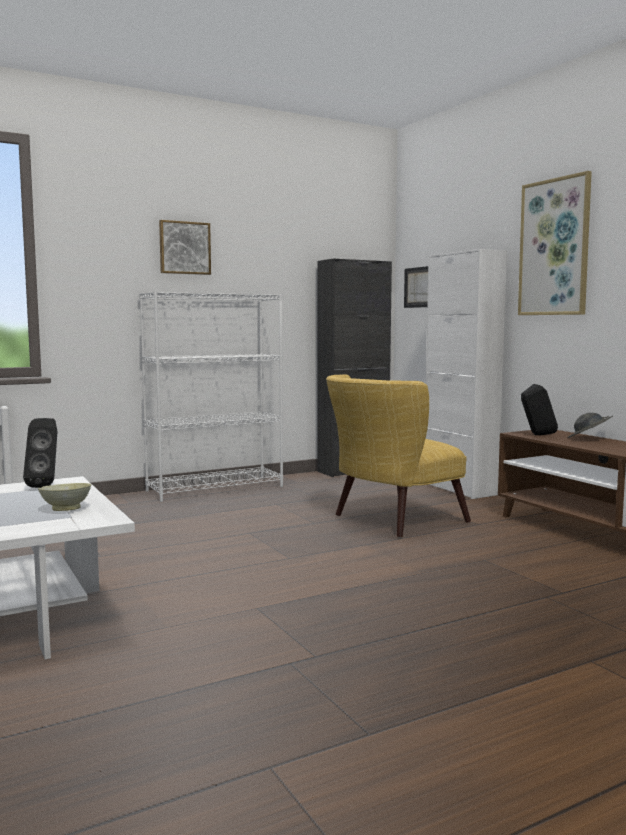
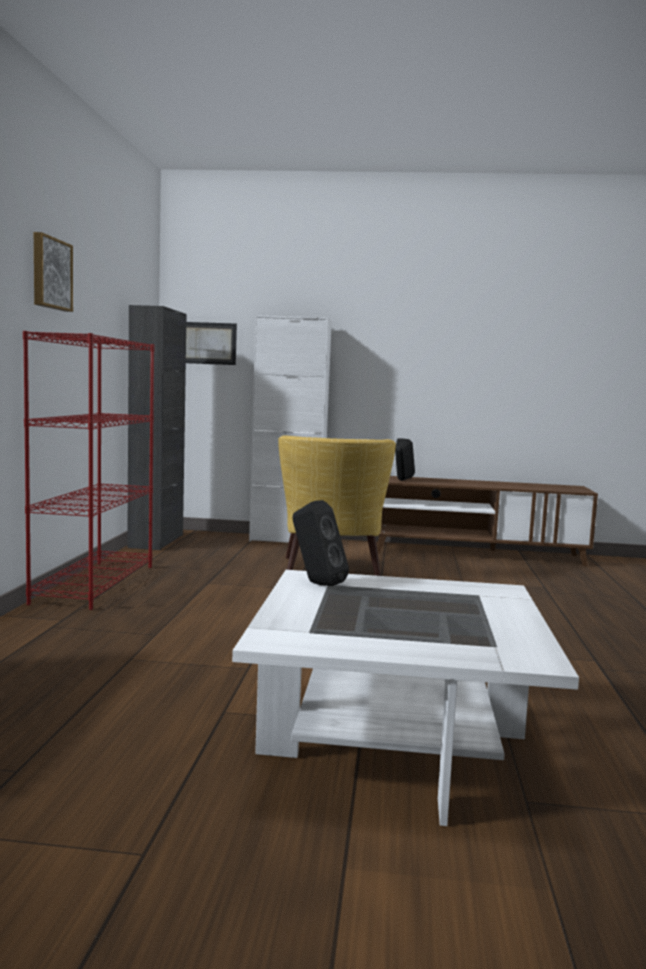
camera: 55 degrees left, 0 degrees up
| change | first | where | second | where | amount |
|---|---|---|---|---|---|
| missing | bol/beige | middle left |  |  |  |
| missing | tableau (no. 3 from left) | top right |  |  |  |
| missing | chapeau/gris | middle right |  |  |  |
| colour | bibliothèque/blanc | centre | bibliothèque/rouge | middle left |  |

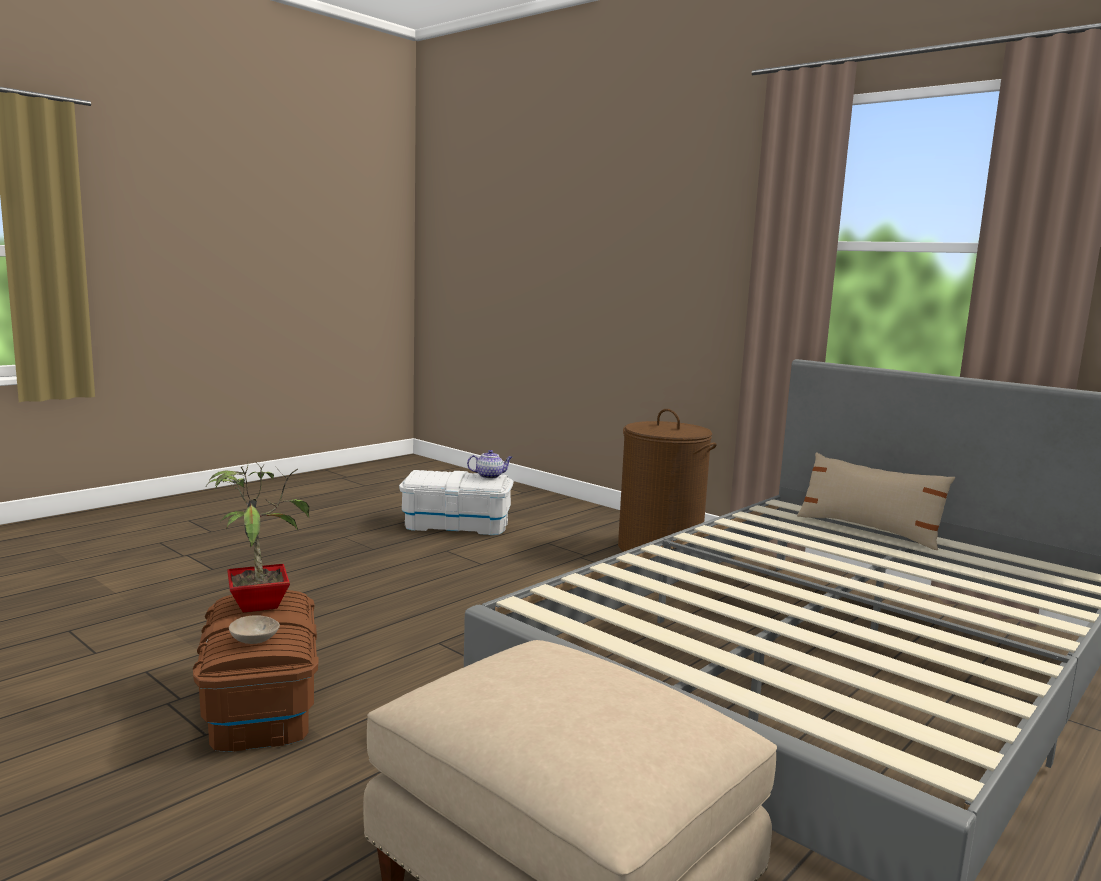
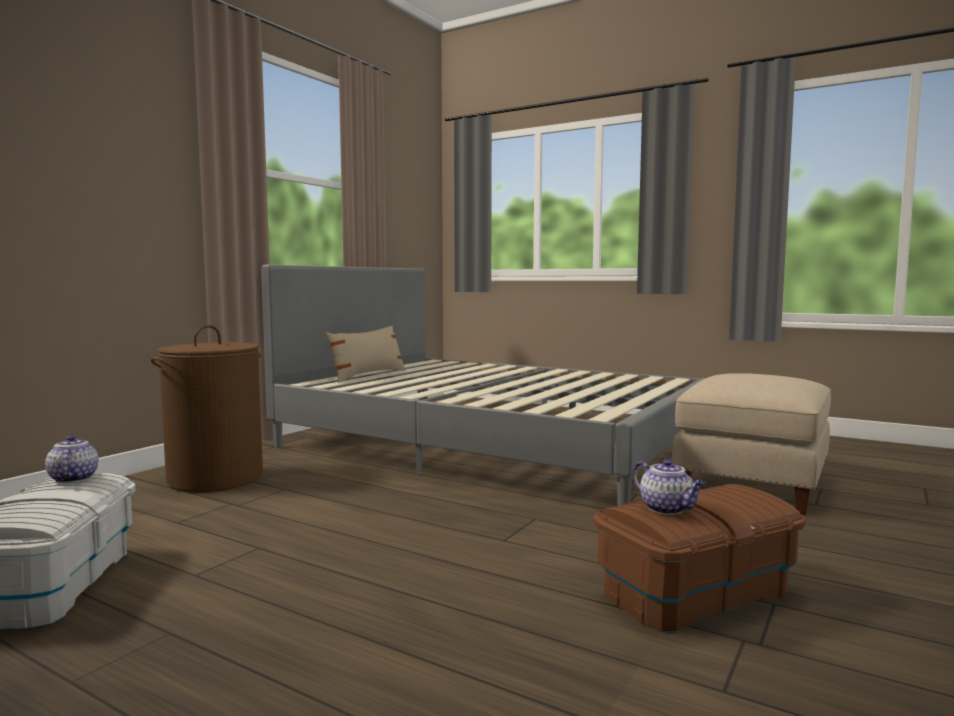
camera: 100 degrees left, 5 degrees down
| change | first | where | second | where | amount |
|---|---|---|---|---|---|
| missing | bol/beige | bottom left |  |  |  |
| exchanged | plante en pot | middle left | théière (no. 2 from left) | bottom right |  |

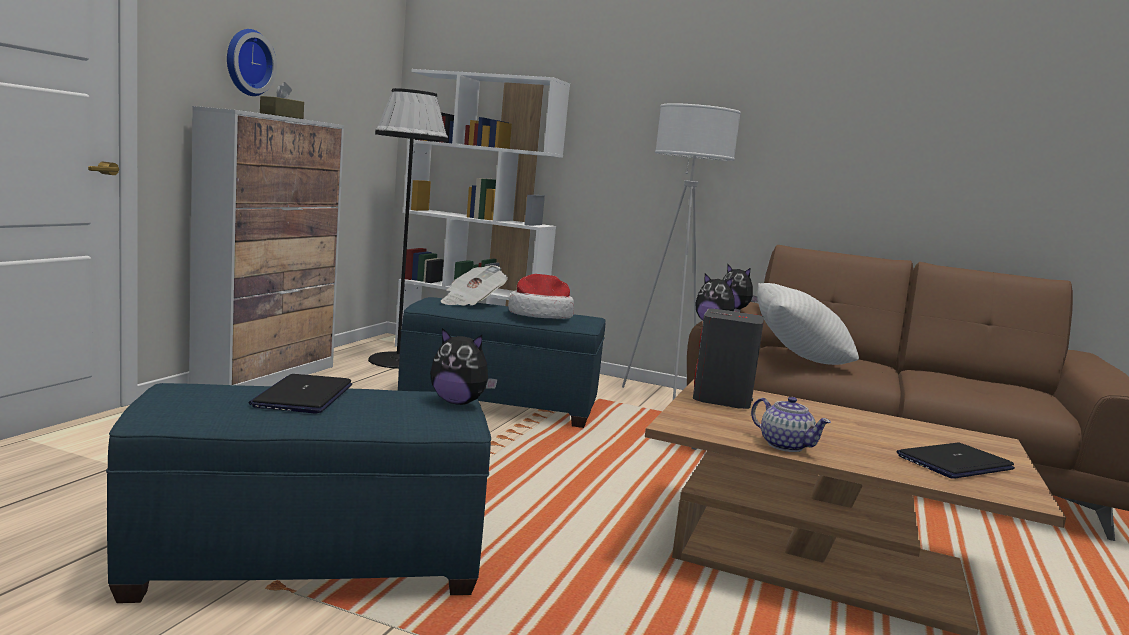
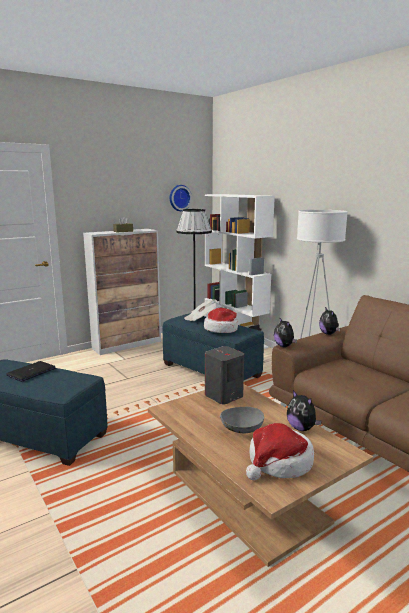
camera: 35 degrees right, 5 degrees up
| change | first | where | second | where | amount |
|---|---|---|---|---|---|
| missing | théière | bottom right |  |  |  |
| missing | coussin/blanc | middle right |  |  |  |
| appeared |  |  | bol/gris | bottom centre |  |
| relocated | horloge murale | top left |  | top centre |  |
| relocated | peluche (no. 1 from left in the first image) | centre | peluche (no. 2 from left) | bottom right |  |
| exchanged | ordinateur portable (no. 2 from left) | bottom right | chapeau (no. 2 from left) | bottom right |  |

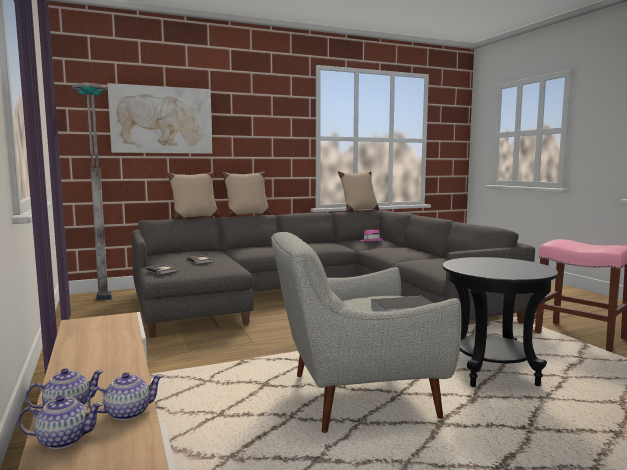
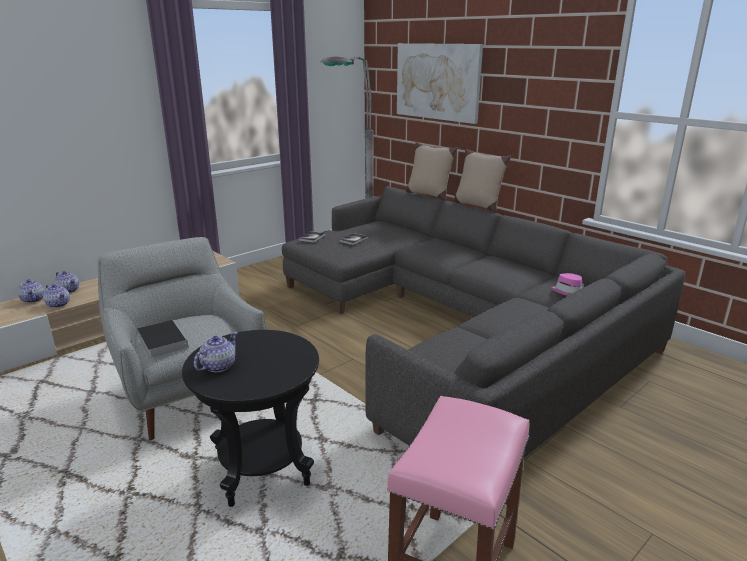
camera: 70 degrees right, 15 degrees up
| change | first | where | second | where | amount |
|---|---|---|---|---|---|
| missing | coussin/beige (no. 3 from left) | centre |  |  |  |
| appeared |  |  | théière (no. 4 from left) | middle left |  |

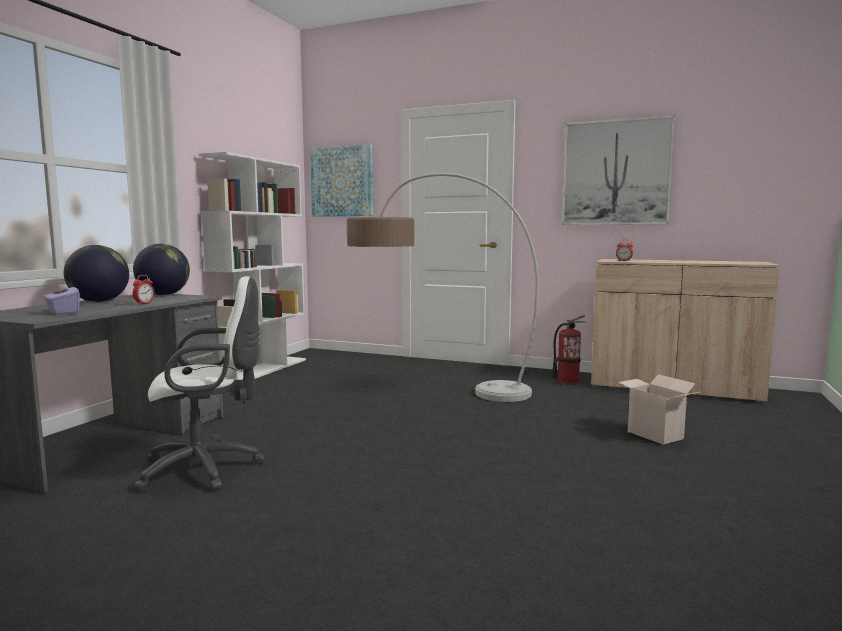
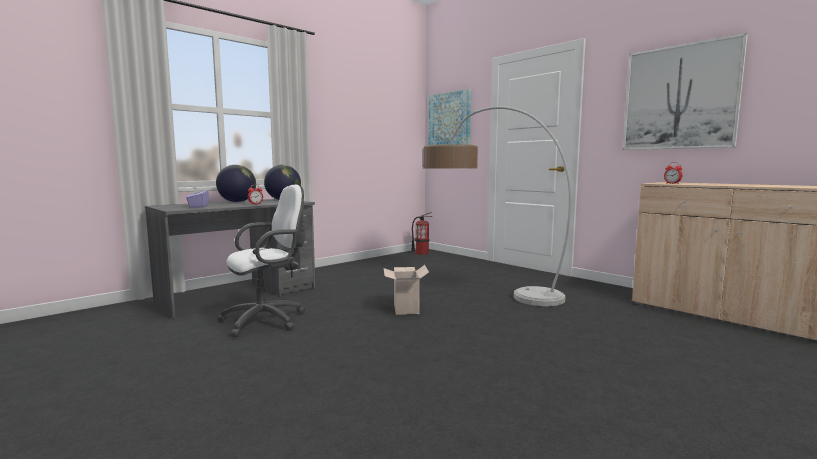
camera: 25 degrees right, 0 degrees up
| change | first | where | second | where | amount |
|---|---|---|---|---|---|
| missing | bibliothèque/blanc | middle left |  |  |  |
| relocated | extincteur | middle right |  | centre |  |
| relocated | carton | middle right |  | centre |  |
| spun | chaise de bureau/blanc | middle left |  | middle left | 45 degrees counterclockwise |

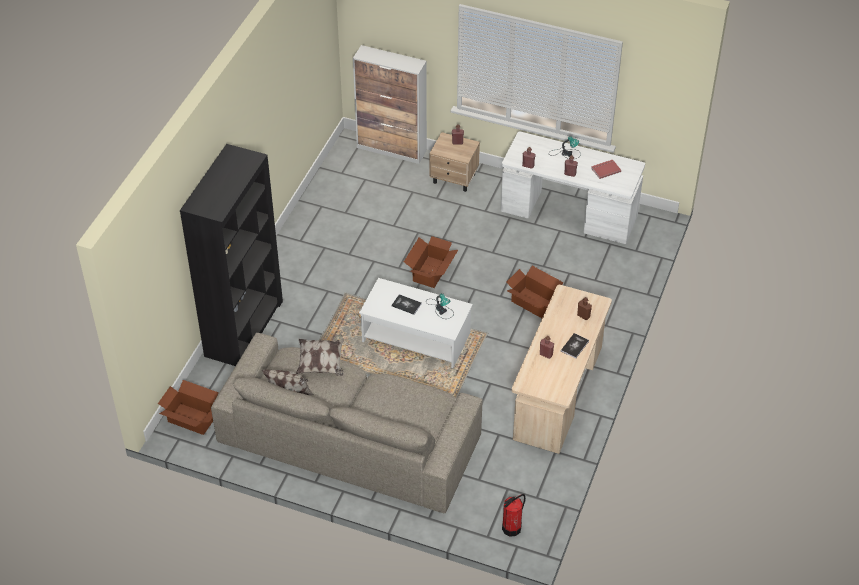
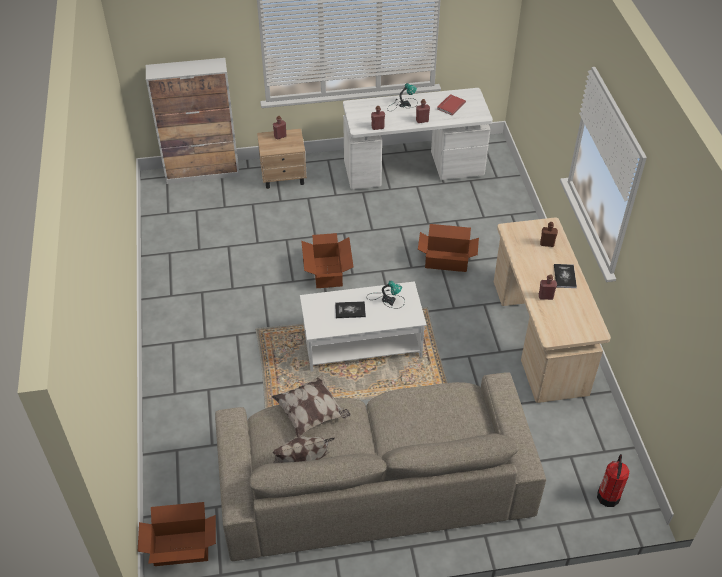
camera: 30 degrees left, 0 degrees up
| change | first | where | second | where | amount |
|---|---|---|---|---|---|
| missing | bibliothèque/noir | middle left |  |  |  |

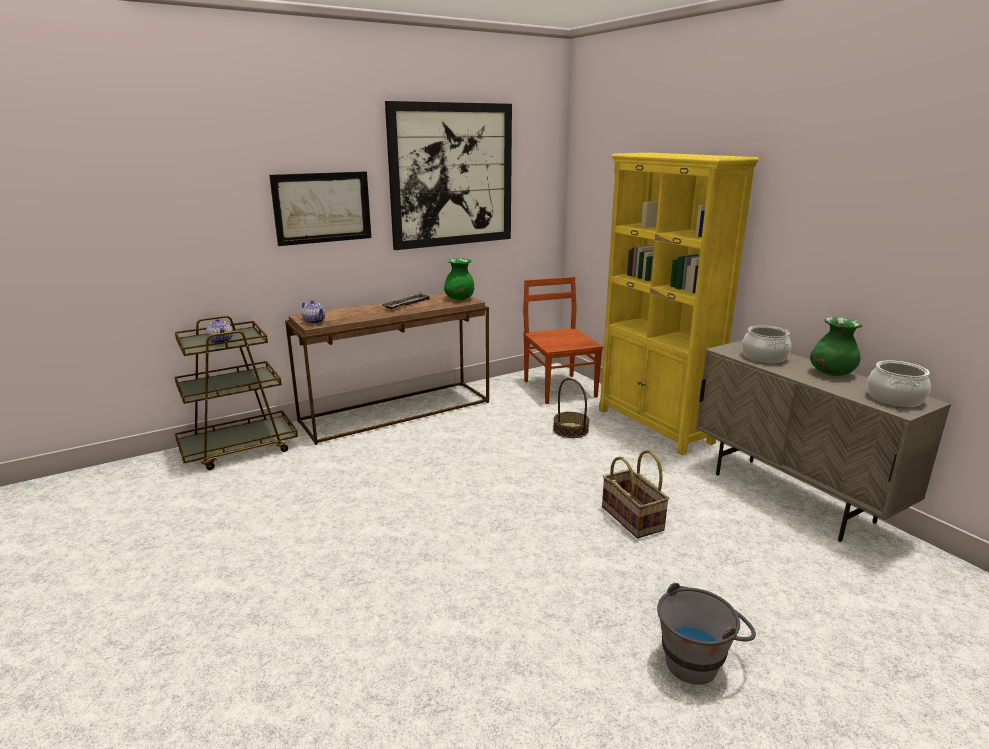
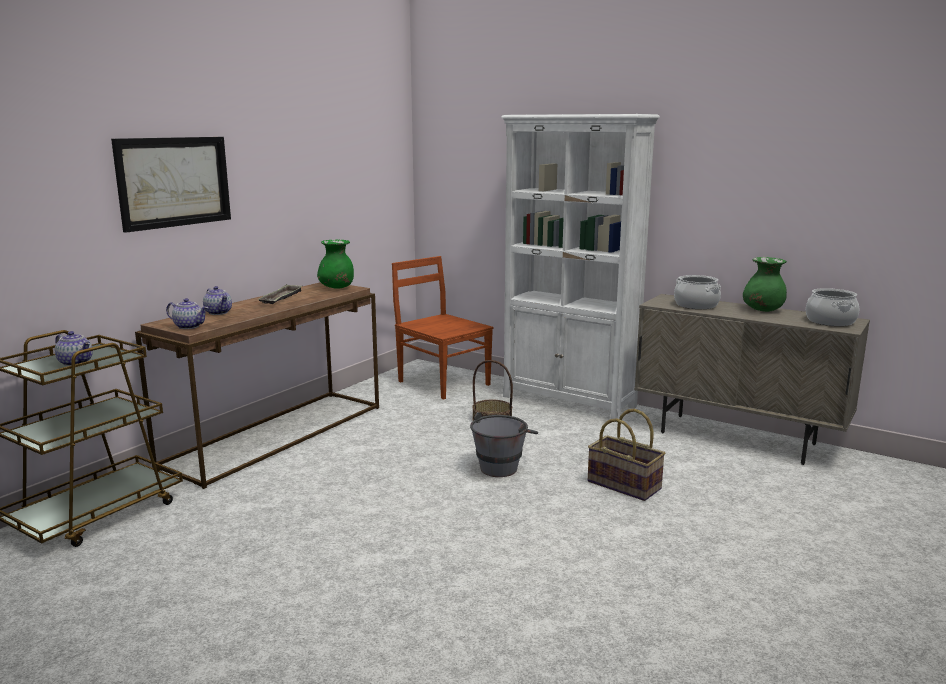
camera: 25 degrees left, 5 degrees down
| change | first | where | second | where | amount |
|---|---|---|---|---|---|
| missing | tableau (no. 2 from left) | top centre |  |  |  |
| appeared |  |  | théière (no. 3 from left) | middle left |  |
| relocated | seau/gris | bottom right |  | centre |  |
| colour | bibliothèque/jaune | middle right | bibliothèque/blanc | centre |  |

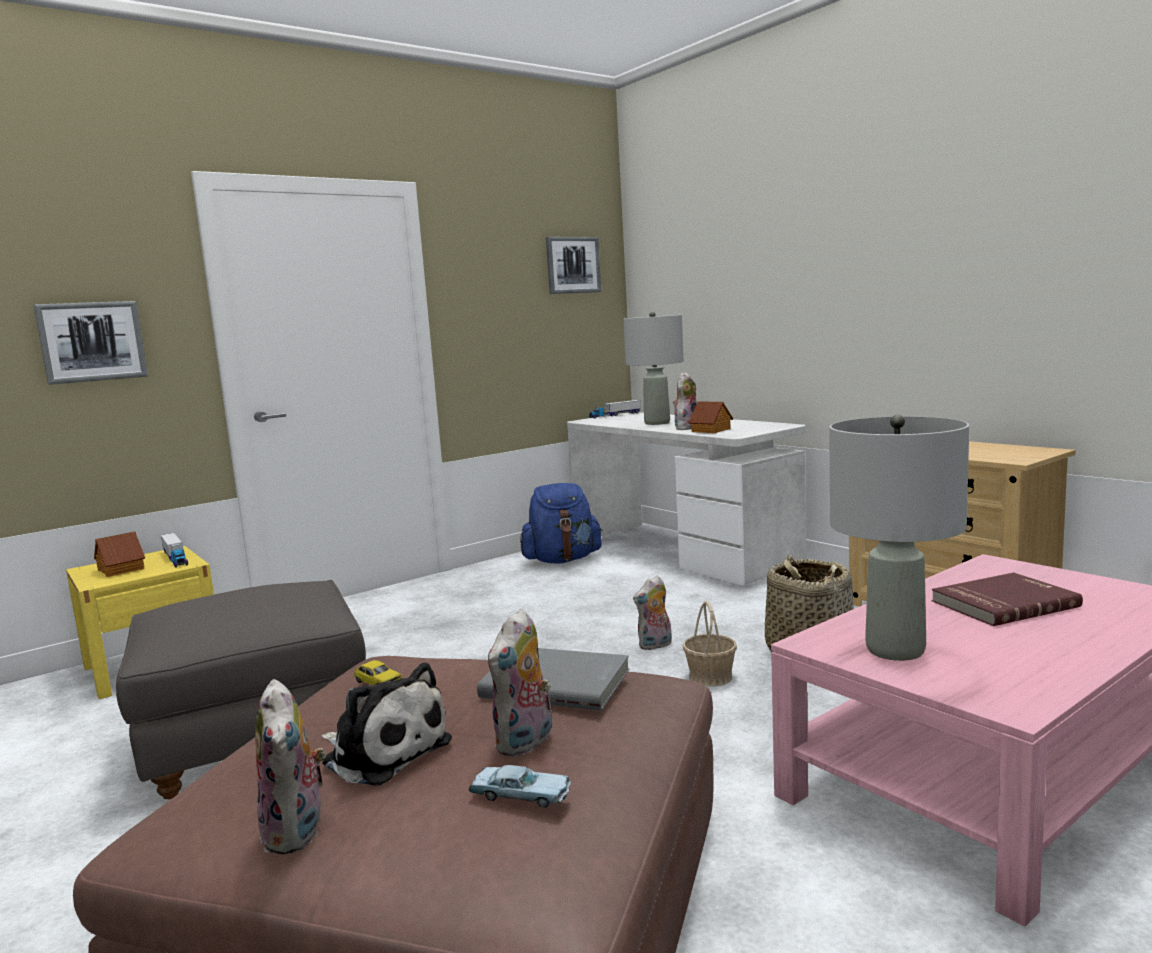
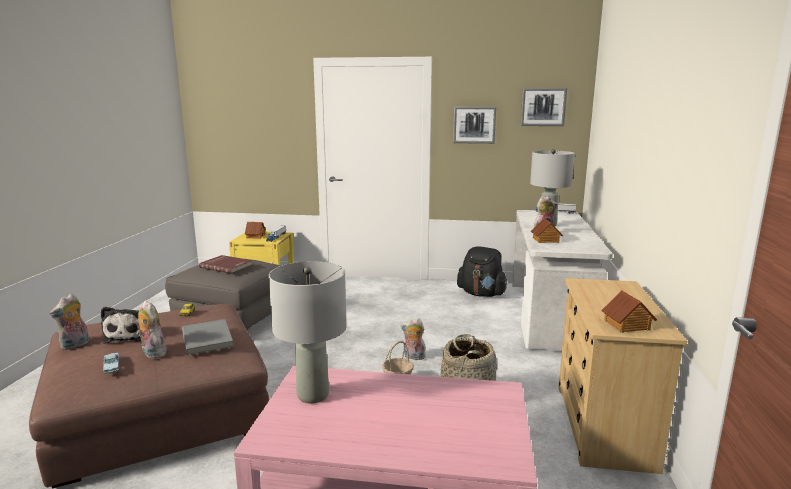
camera: 45 degrees right, 5 degrees up
| change | first | where | second | where | amount |
|---|---|---|---|---|---|
| appeared |  |  | maison miniature (no. 3 from left) | middle right |  |
| relocated | tableau (no. 1 from left) | middle left |  | top centre |  |
| relocated | livre/rouge | middle right |  | middle left |  |
| colour | sac à dos/bleu | centre | sac à dos/noir | centre |  |
| spun | peluche (no. 3 from left) | bottom centre |  | bottom left | 60 degrees clockwise |

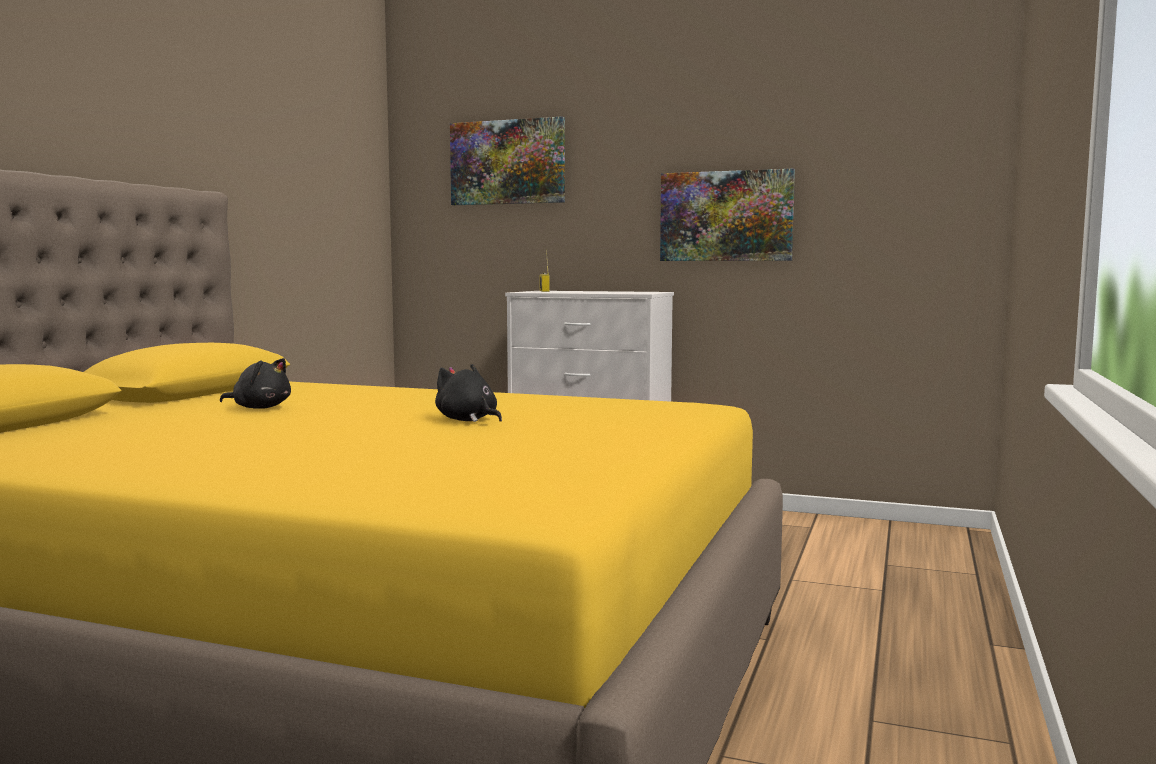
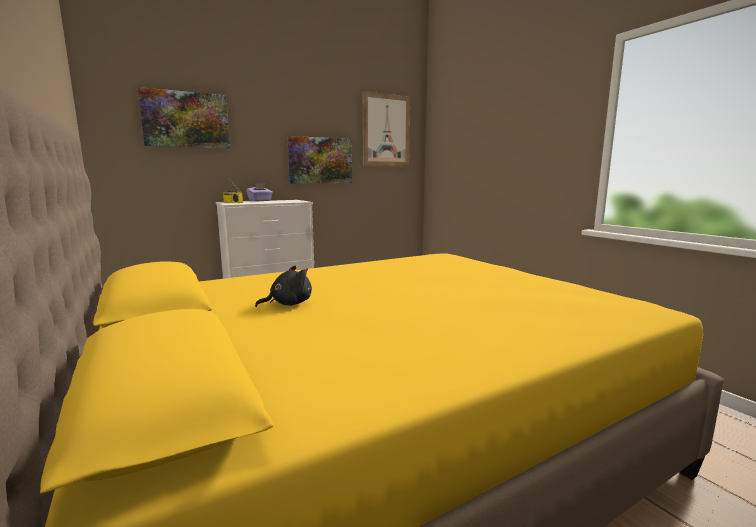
camera: 50 degrees left, 5 degrees up
| change | first | where | second | where | amount |
|---|---|---|---|---|---|
| missing | peluche/noir (no. 2 from left) | centre |  |  |  |
| appeared |  |  | boîte à mouchoirs/violet | centre |  |
| appeared |  |  | tableau (no. 3 from left) | top centre |  |

